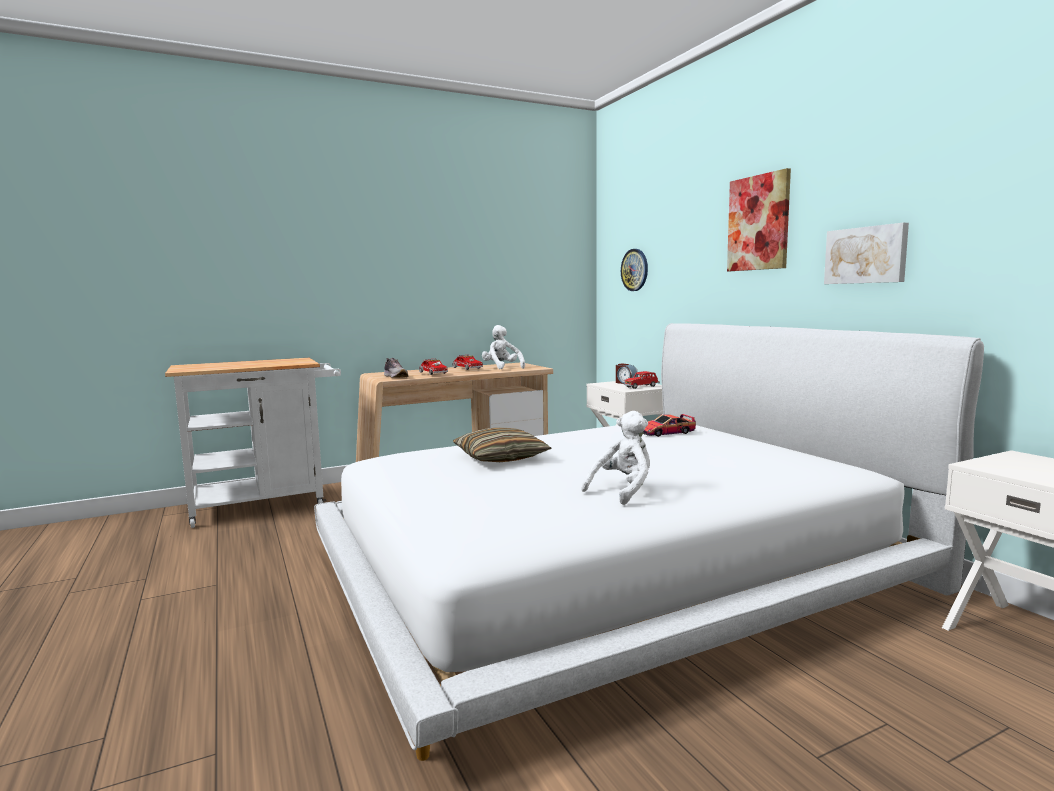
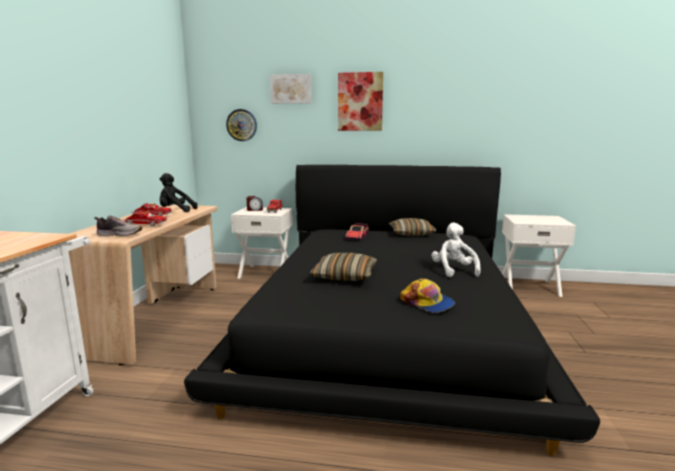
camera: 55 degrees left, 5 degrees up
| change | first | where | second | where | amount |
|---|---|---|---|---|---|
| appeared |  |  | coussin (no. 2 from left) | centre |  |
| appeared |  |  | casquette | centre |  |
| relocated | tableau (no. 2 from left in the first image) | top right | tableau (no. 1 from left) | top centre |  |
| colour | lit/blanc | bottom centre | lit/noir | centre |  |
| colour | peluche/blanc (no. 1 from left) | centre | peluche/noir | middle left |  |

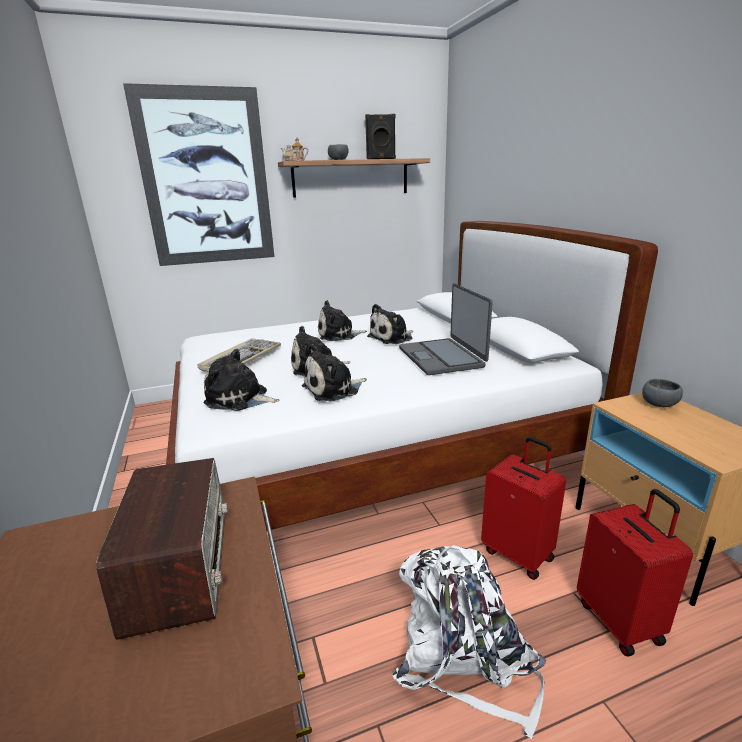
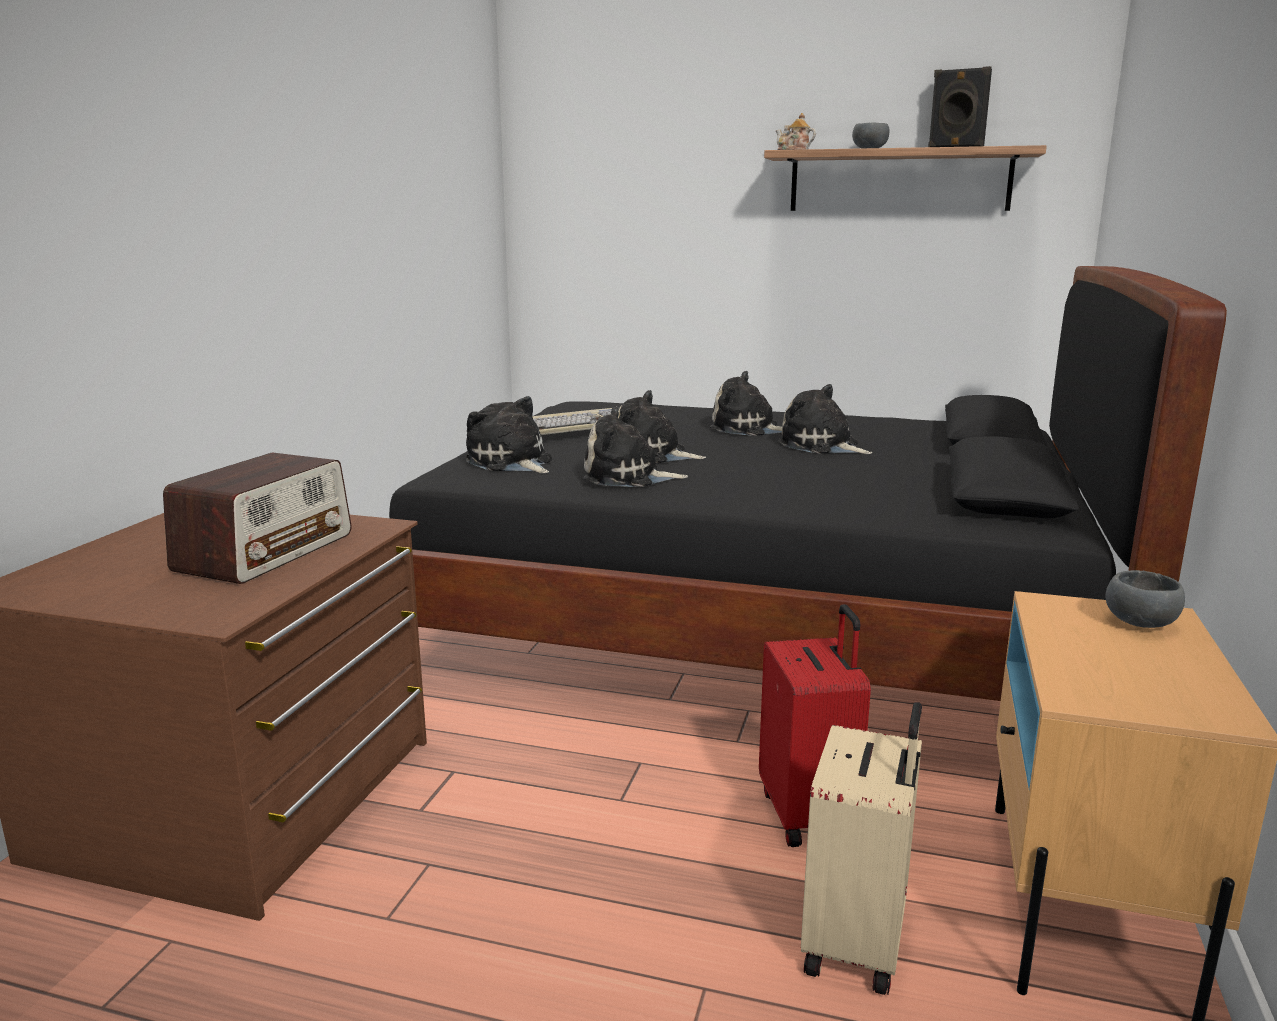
camera: 35 degrees right, 5 degrees down
| change | first | where | second | where | amount |
|---|---|---|---|---|---|
| missing | tableau | top left |  |  |  |
| missing | sac à dos/blanc | bottom centre |  |  |  |
| missing | ordinateur portable | centre |  |  |  |
| colour | lit/blanc | centre | lit/noir | centre |  |
| colour | valise/rouge (no. 2 from left) | bottom right | valise/beige | bottom right |  |
| spun | peluche (no. 5 from left) | centre |  | centre | 45 degrees clockwise |

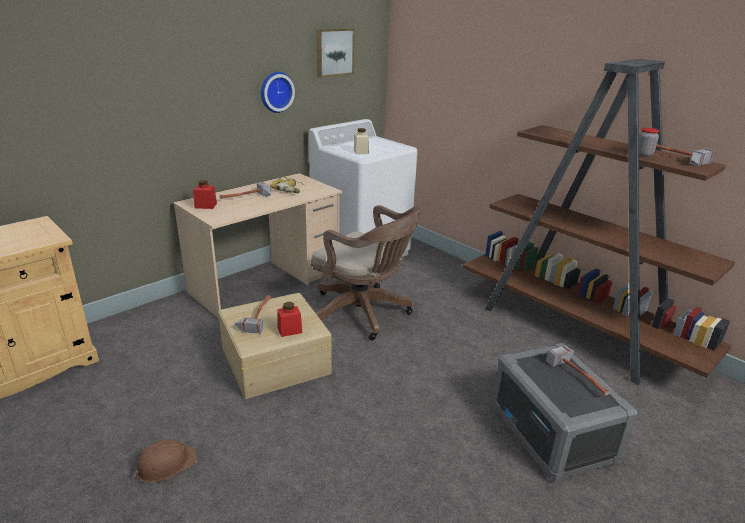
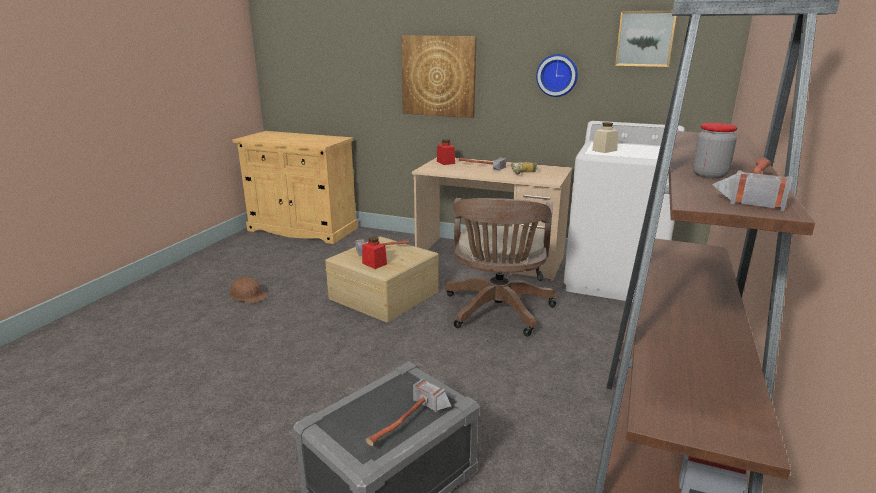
camera: 65 degrees right, 5 degrees down
| change | first | where | second | where | amount |
|---|---|---|---|---|---|
| appeared |  |  | tableau (no. 1 from left) | top centre |  |

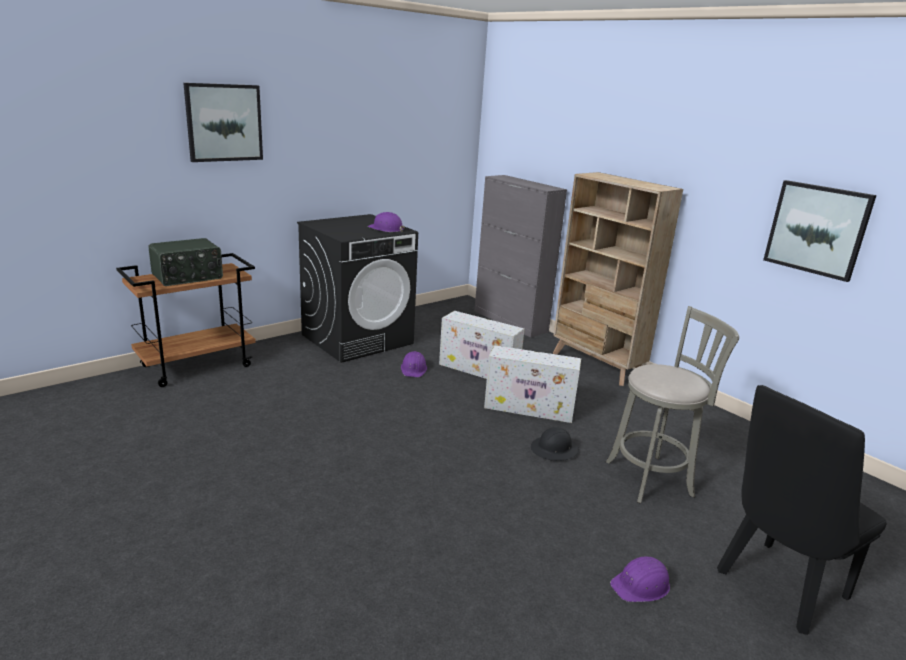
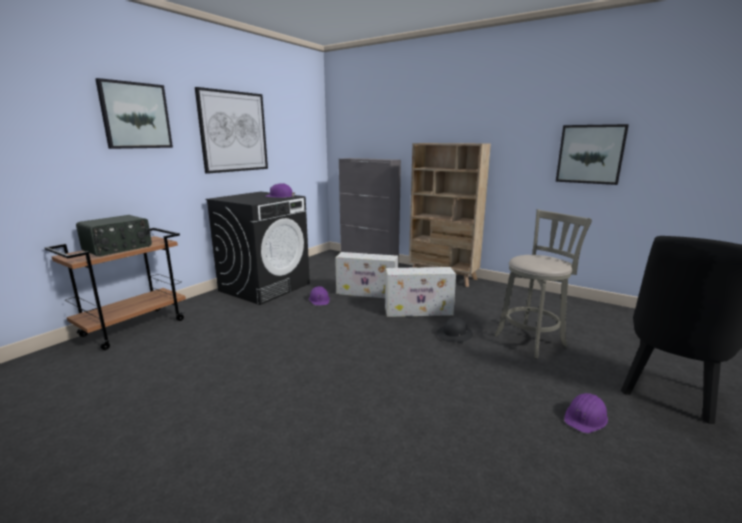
camera: 15 degrees left, 5 degrees down
| change | first | where | second | where | amount |
|---|---|---|---|---|---|
| appeared |  |  | tableau (no. 2 from left) | top left |  |

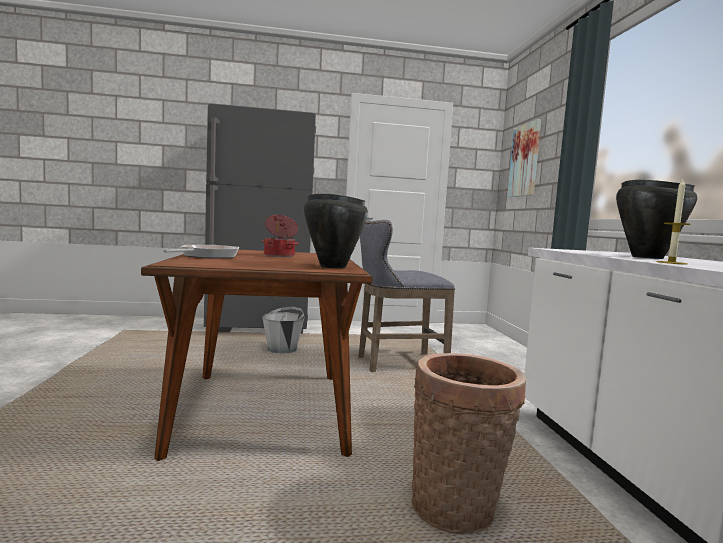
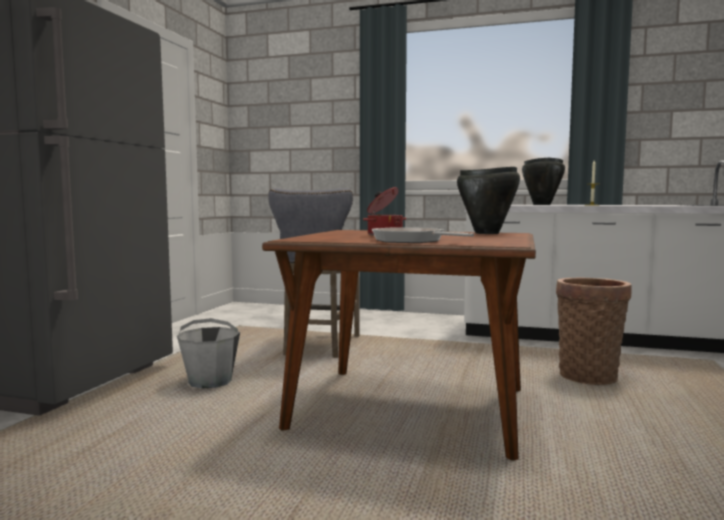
camera: 65 degrees left, 0 degrees up
| change | first | where | second | where | amount |
|---|---|---|---|---|---|
| missing | tableau | top right |  |  |  |

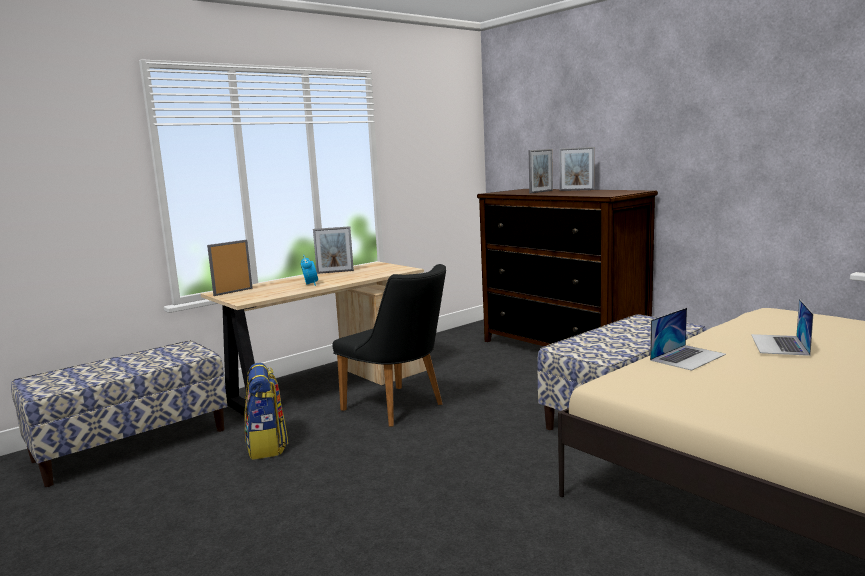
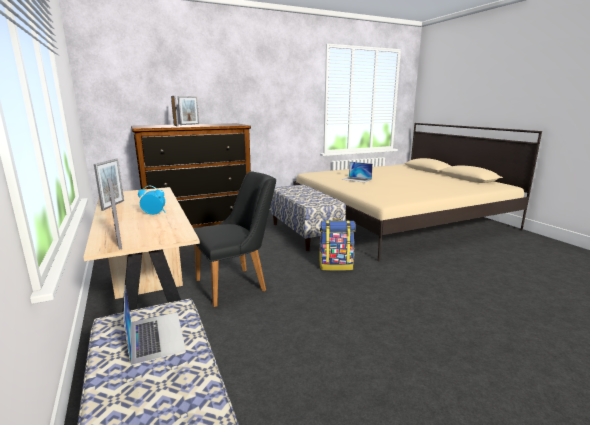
camera: 75 degrees left, 5 degrees up
| change | first | where | second | where | amount |
|---|---|---|---|---|---|
| relocated | sac à dos | bottom left |  | centre |  |
| relocated | ordinateur portable (no. 1 from left) | middle right |  | bottom left |  |

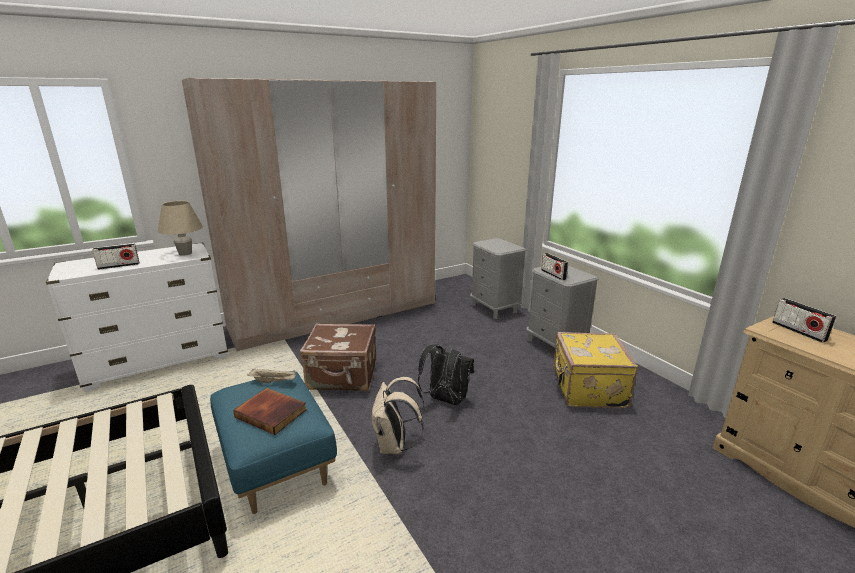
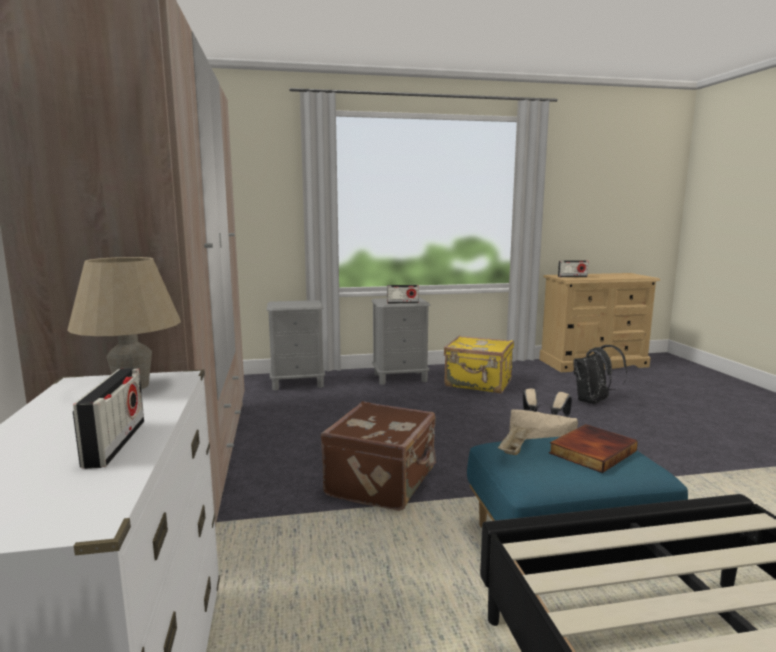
camera: 70 degrees left, 10 degrees down
| change | first | where | second | where | amount |
|---|---|---|---|---|---|
| relocated | sac à dos/noir | centre |  | middle right |  |

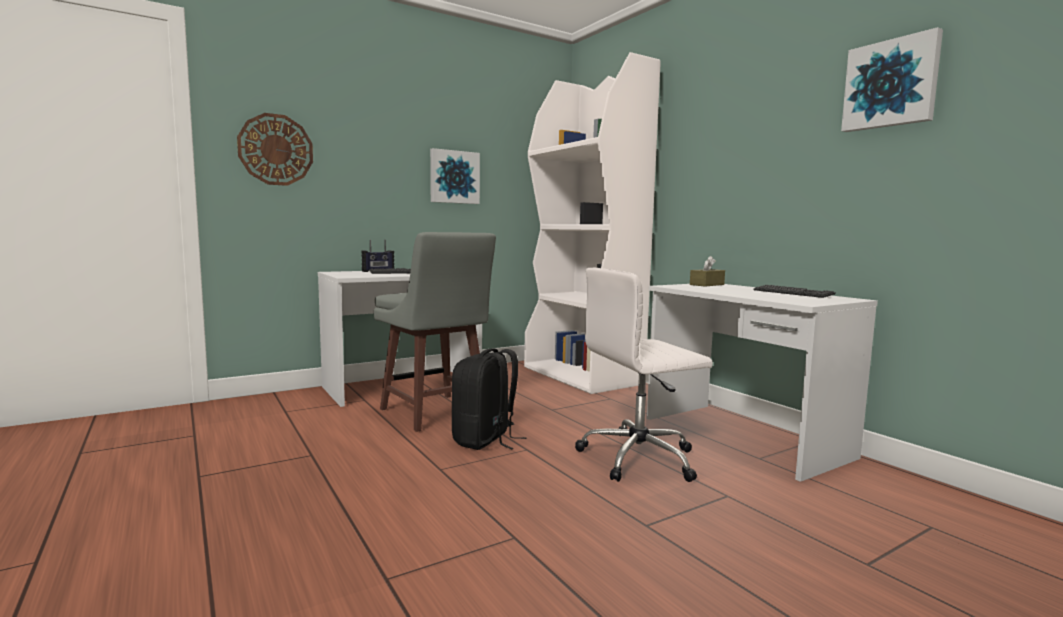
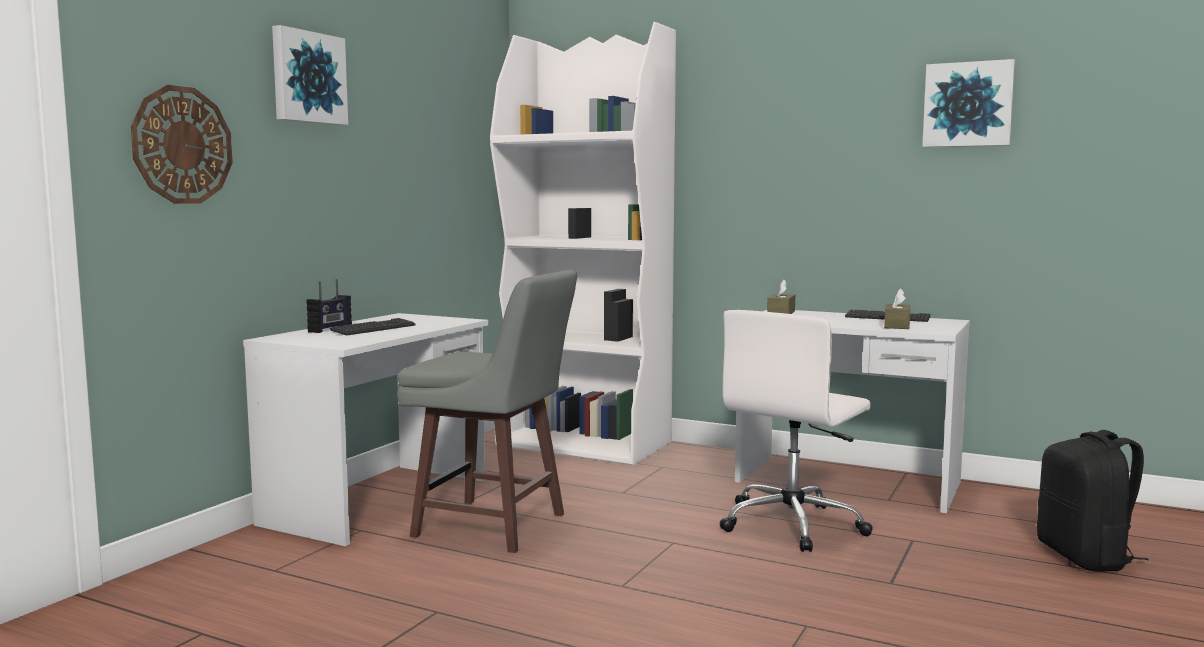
camera: 30 degrees left, 0 degrees up
| change | first | where | second | where | amount |
|---|---|---|---|---|---|
| appeared |  |  | boîte à mouchoirs/marron (no. 2 from left) | middle right |  |
| relocated | tableau (no. 1 from left) | top centre |  | top left |  |
| relocated | sac à dos/noir | centre |  | bottom right |  |

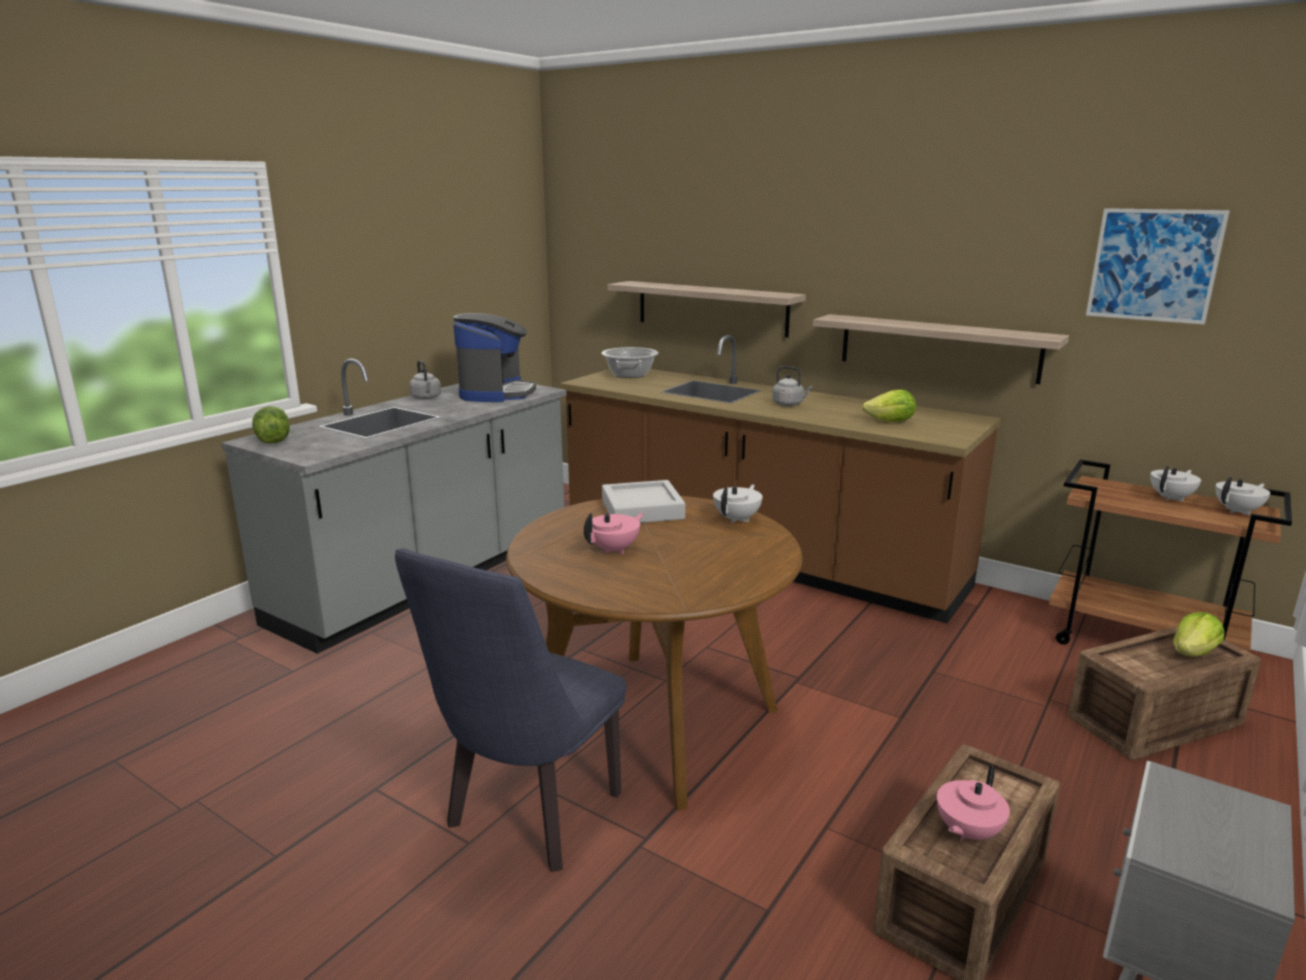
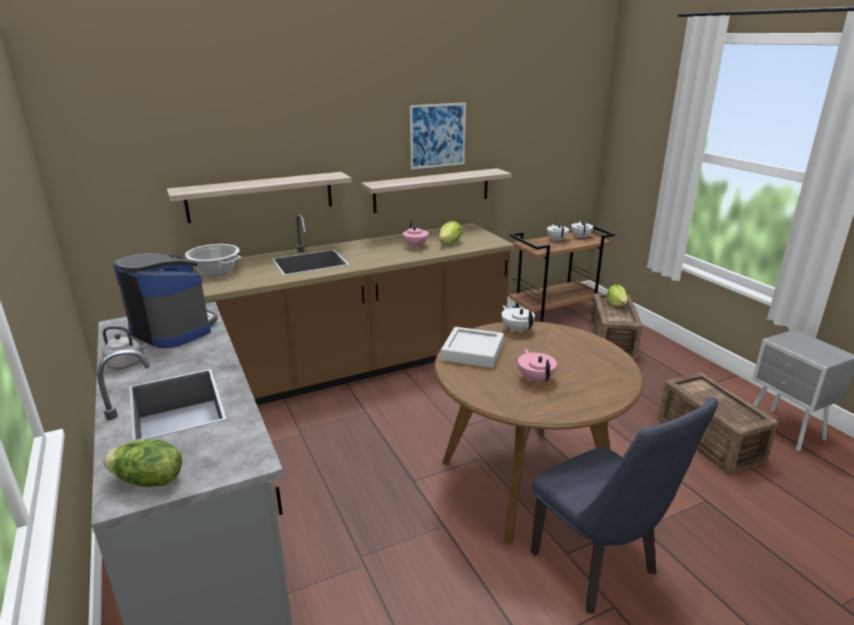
camera: 60 degrees left, 5 degrees up
| change | first | where | second | where | amount |
|---|---|---|---|---|---|
| missing | bouilloire/gris (no. 2 from left) | centre |  |  |  |
| relocated | théière/rose (no. 2 from left in the first image) | bottom right | théière/rose (no. 1 from left) | centre |  |
| relocated | tableau | top right |  | top centre |  |

